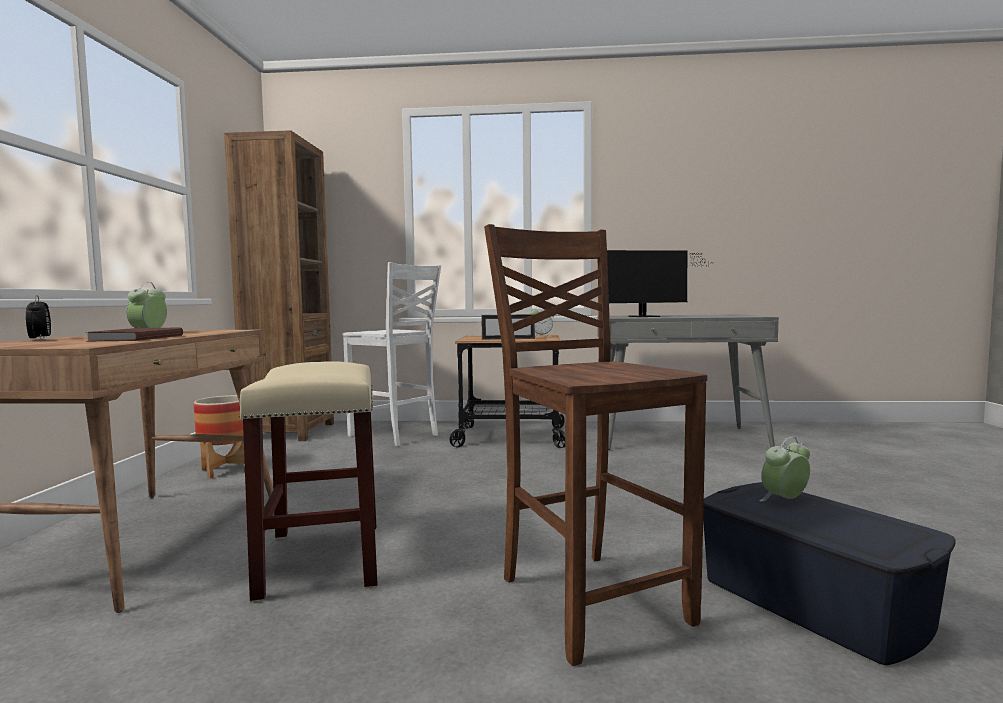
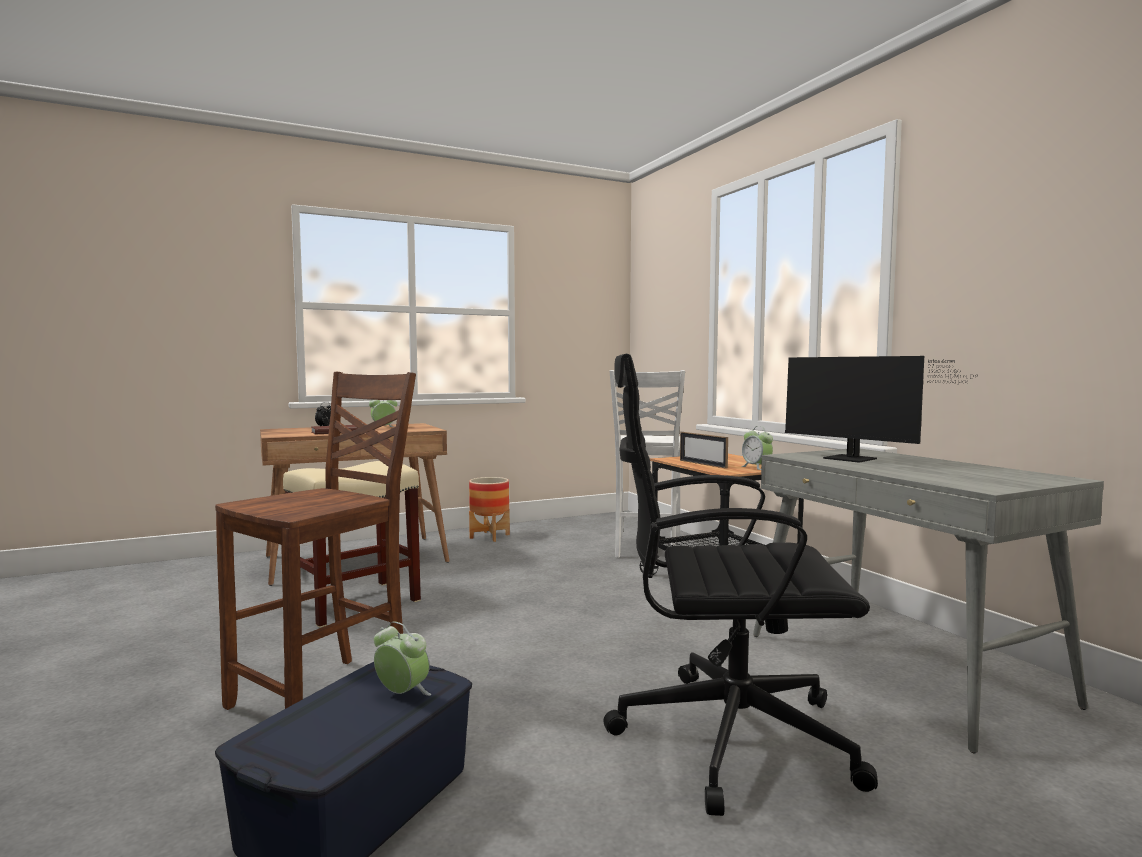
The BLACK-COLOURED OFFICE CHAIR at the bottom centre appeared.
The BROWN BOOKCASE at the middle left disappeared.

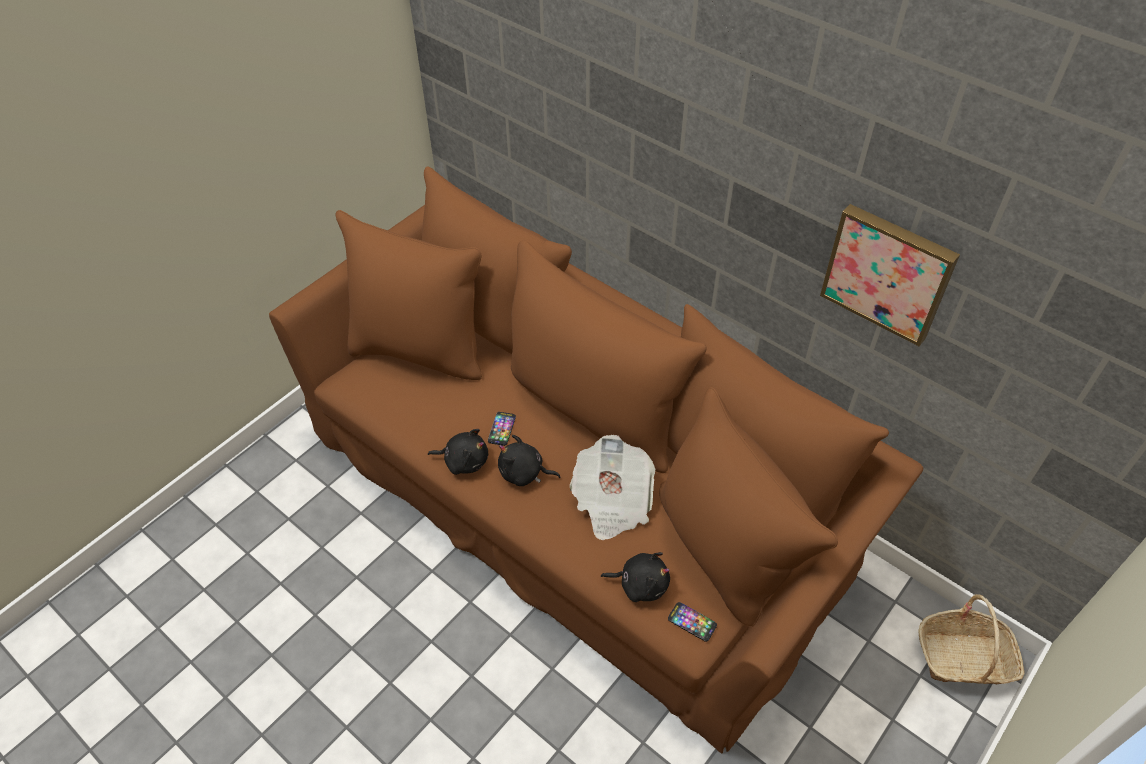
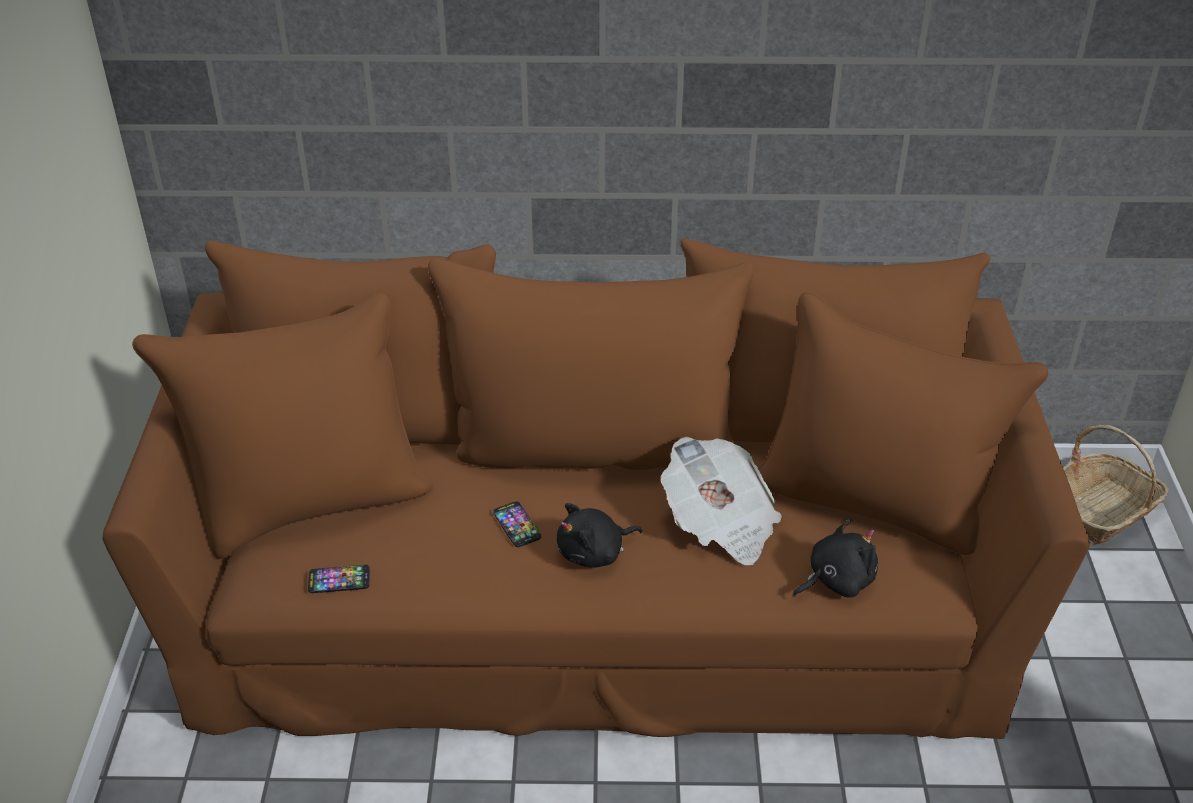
The PHONE (no. 2 from left in the first image) moved from the bottom centre to the bottom left.
The BLACK-COLOURED PLUSH TOY (no. 1 from left) at the centre disappeared.
The PICTURE at the middle right disappeared.

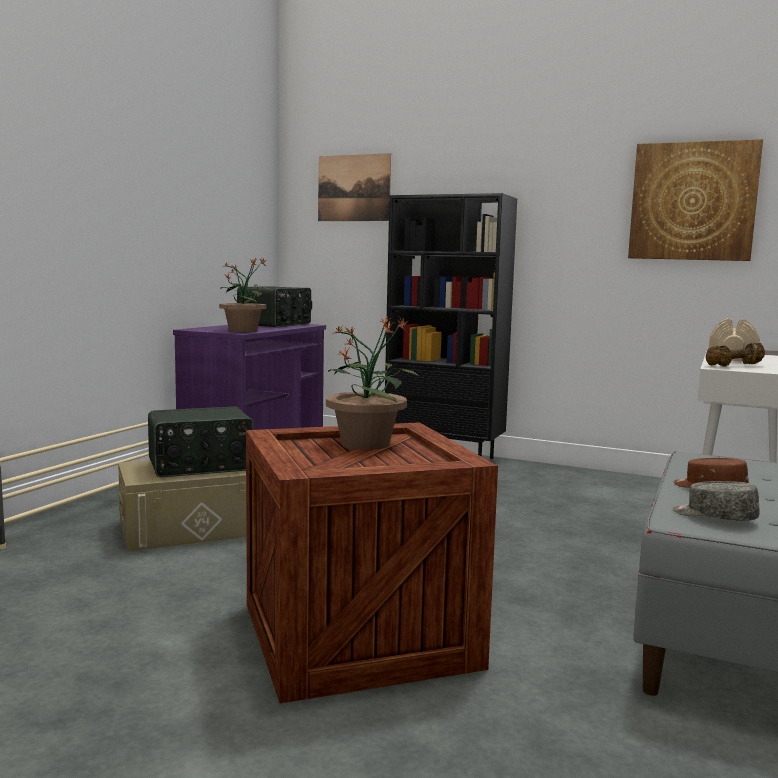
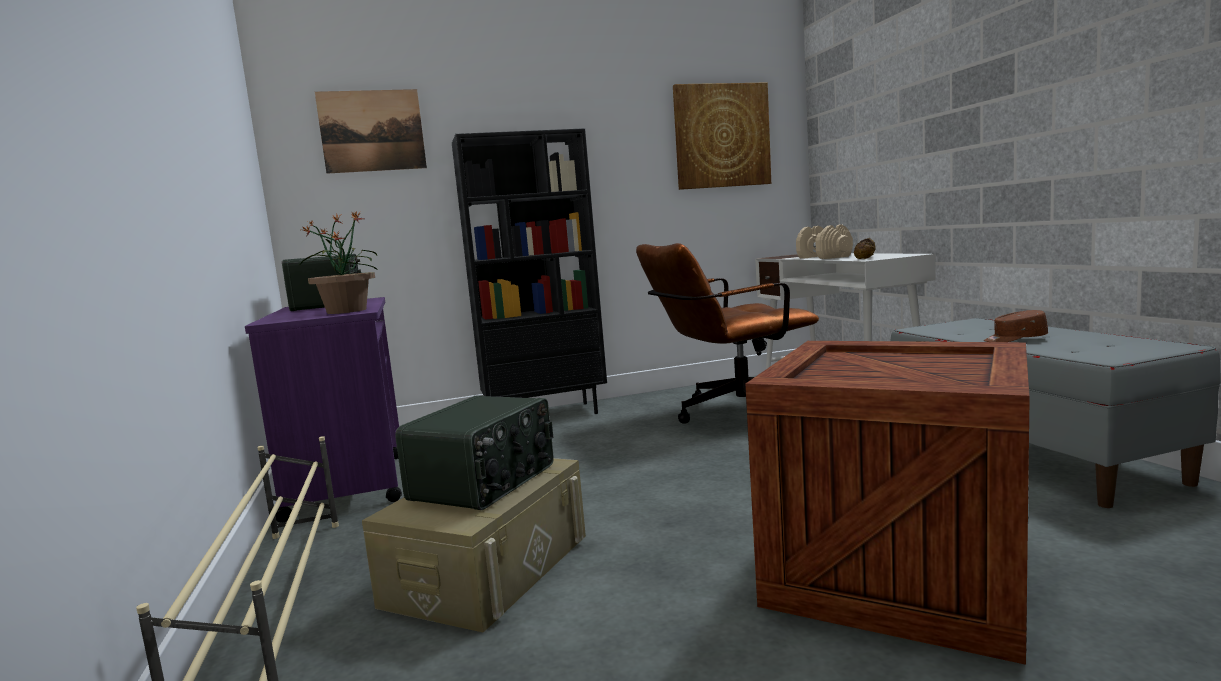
The BROWN OFFICE CHAIR at the centre appeared.
The POTTED PLANT (no. 2 from left) at the centre disappeared.
The GREY PEAKED CAP at the middle right disappeared.

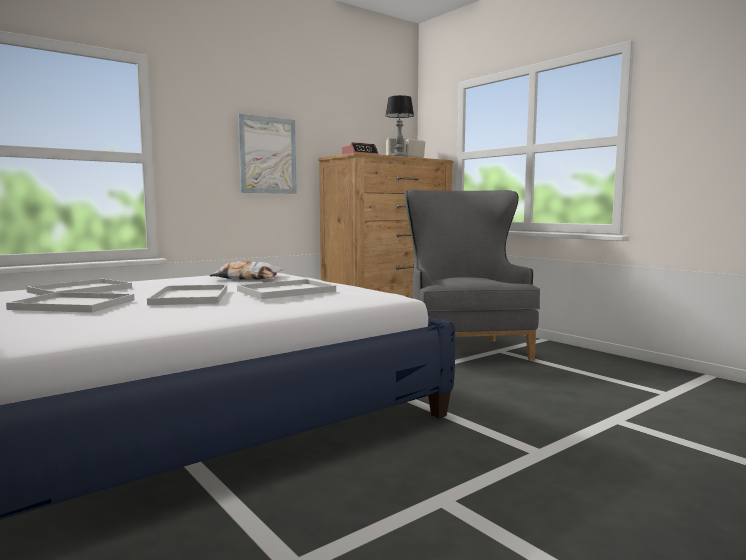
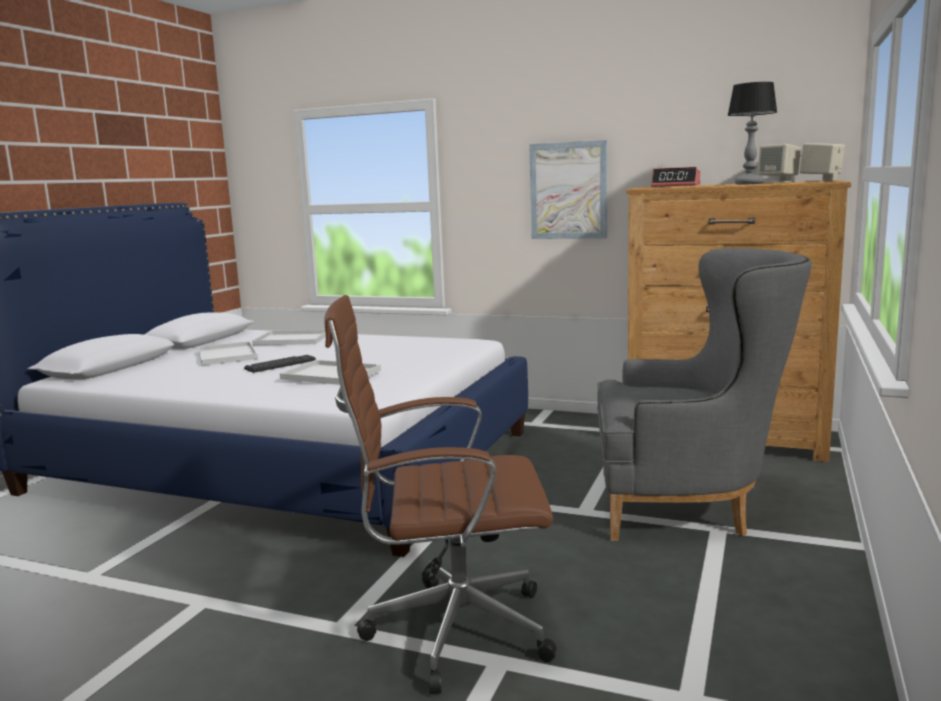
The WHITE CARRYING TRAY (no. 3 from left) at the middle left was replaced by the COMPUTER KEYBOARD at the middle left.
The BROWN OFFICE CHAIR at the bottom centre appeared.
The GREY EASY CHAIR at the centre turned 45 degrees clockwise.
The CUSHION at the middle left disappeared.

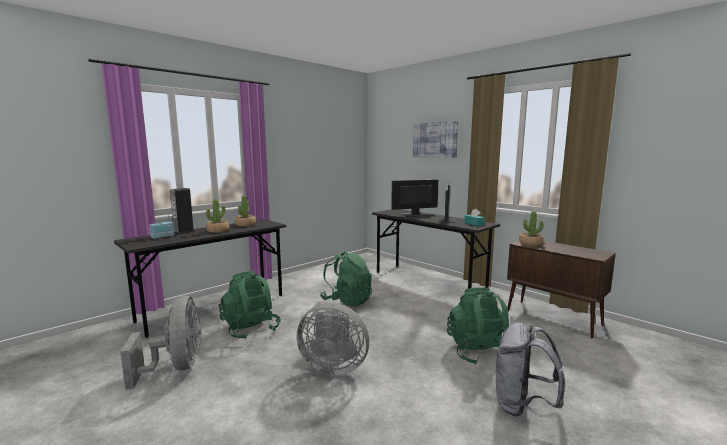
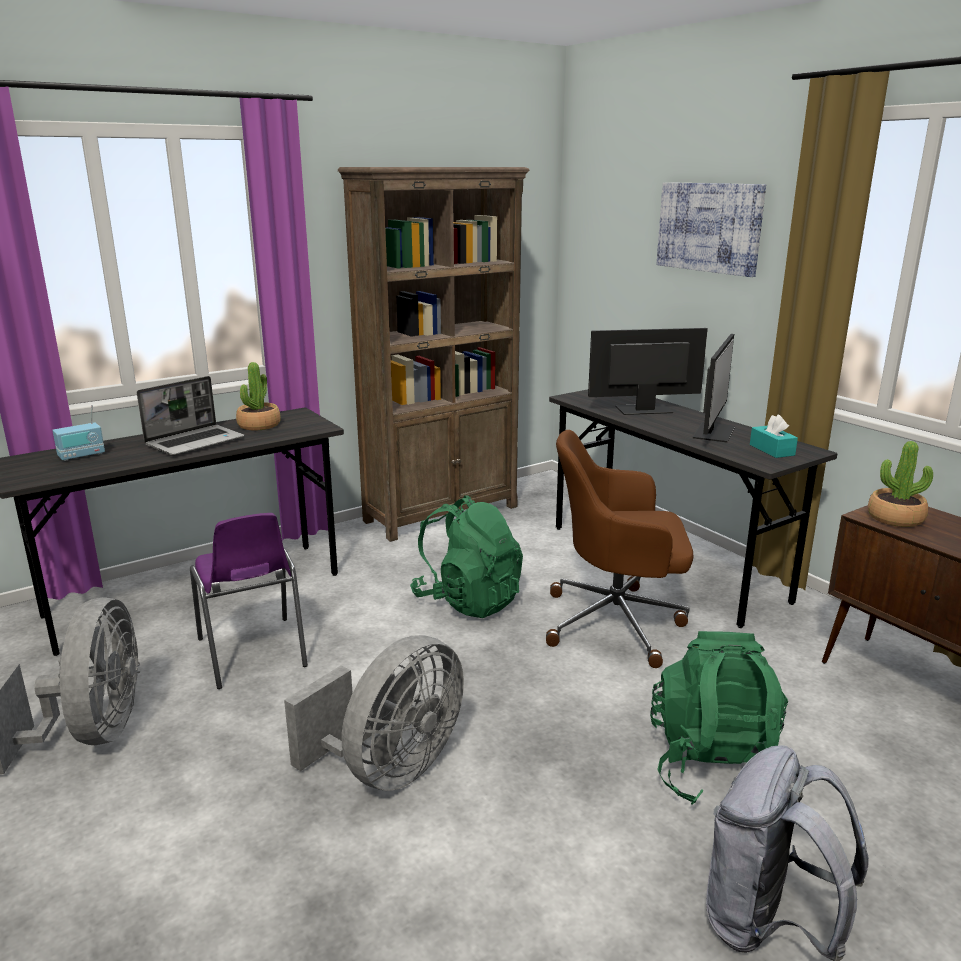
The POTTED PLANT (no. 1 from left) at the middle left was replaced by the LAPTOP at the middle left.
The GREEN-COLOURED BACKPACK (no. 1 from left) at the bottom centre was replaced by the PURPLISH CHAIR at the middle left.
The GREY COOLING FAN (no. 2 from left) at the bottom centre turned 75 degrees counterclockwise.
The BROWN BOOKCASE at the centre appeared.
The BROWN OFFICE CHAIR at the centre appeared.
The LOUDSPEAKER at the middle left disappeared.

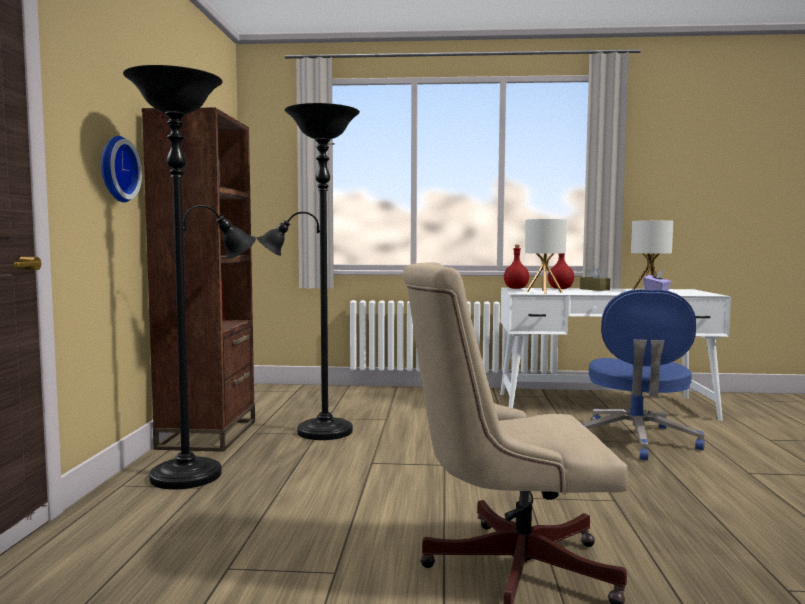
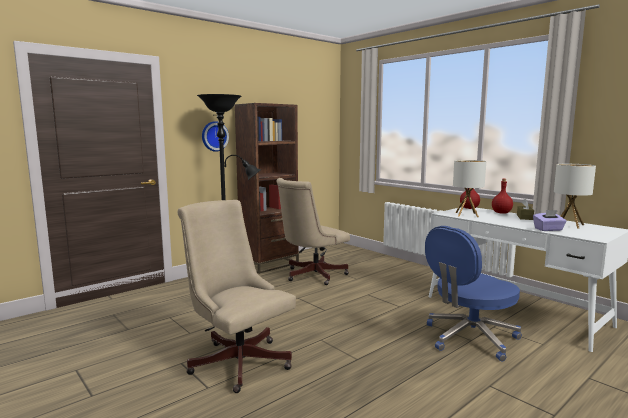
The BLACK-COLOURED FLOOR LAMP (no. 2 from left) at the centre was replaced by the BEIGE-COLOURED OFFICE CHAIR (no. 2 from left) at the centre.

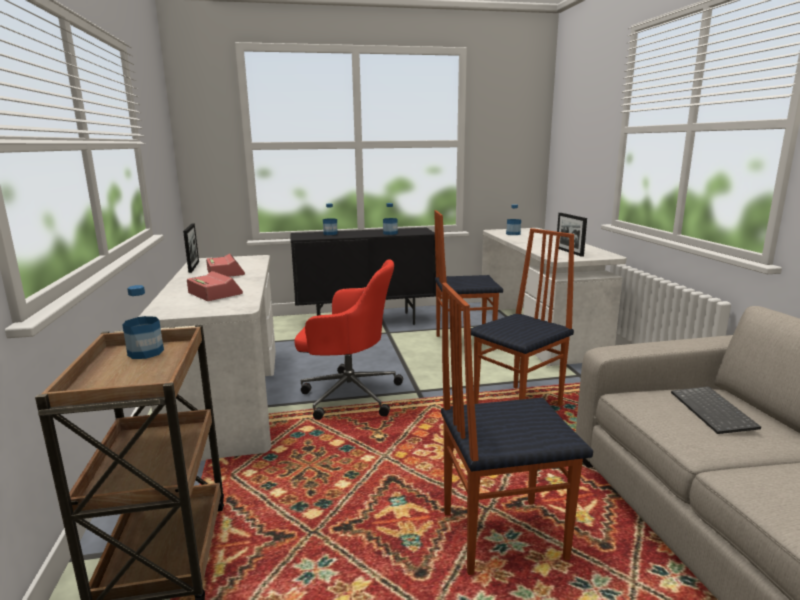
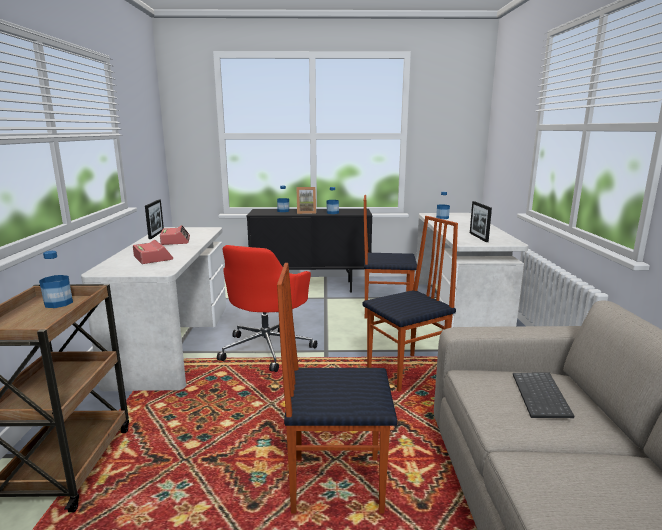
The RED OFFICE CHAIR at the centre turned 90 degrees clockwise.
The STANDING FRAME (no. 2 from left) at the centre appeared.

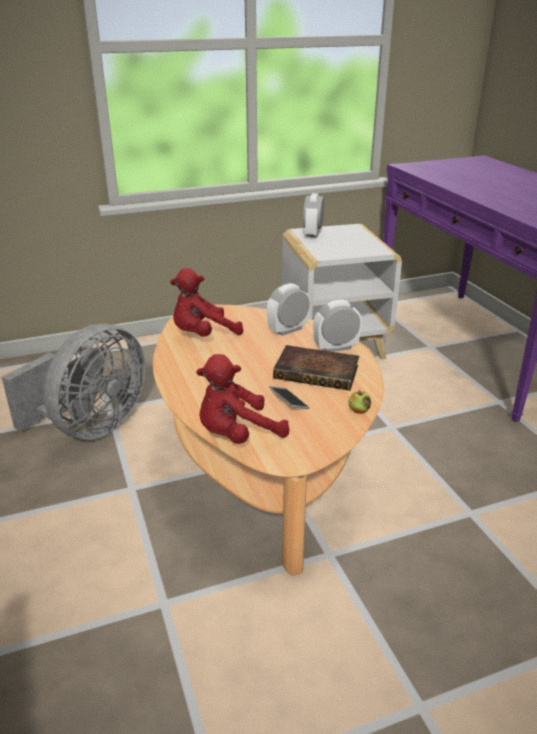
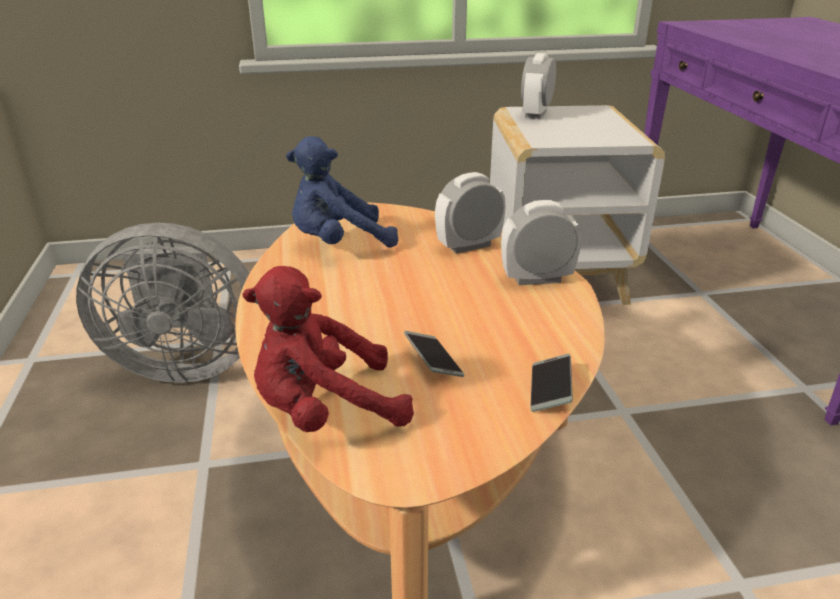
The GREY COOLING FAN at the middle left turned 45 degrees clockwise.
The RED PLUSH TOY (no. 1 from left) at the centre became the BLUISH PLUSH TOY at the top centre.
The APPLE at the middle right was replaced by the PHONE (no. 2 from left) at the centre.
The VOLUME at the centre disappeared.

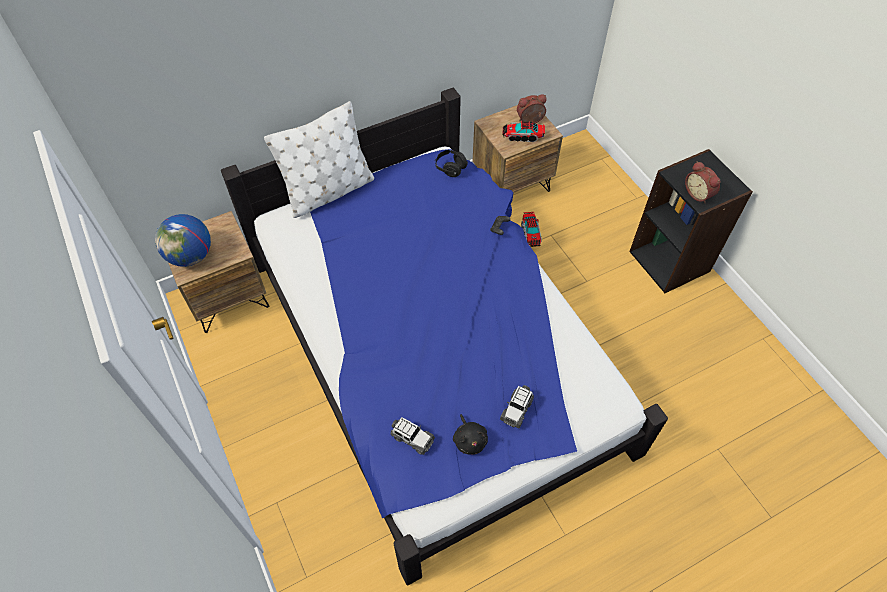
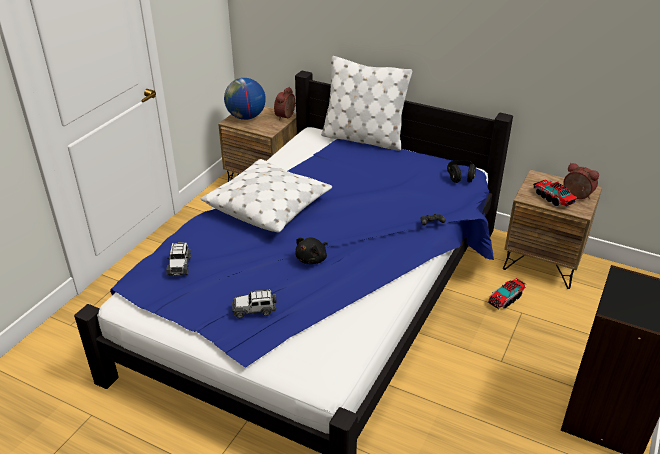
The WHITE CUSHION (no. 1 from left) at the centre appeared.
The TABLE CLOCK (no. 2 from left in the first image) moved from the top right to the top centre.
The BLACK-COLOURED PLUSH TOY moved from the bottom centre to the centre.

